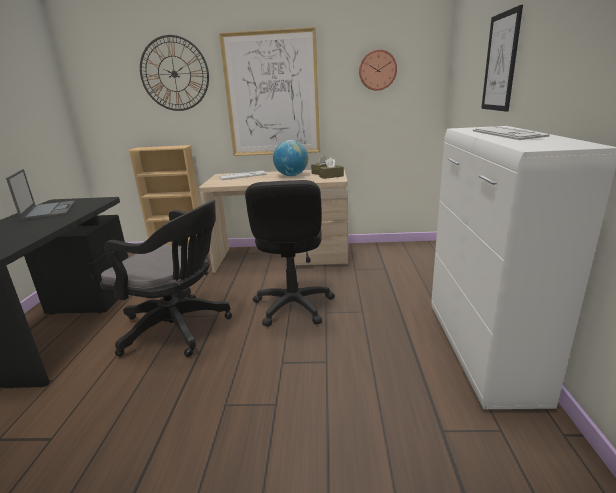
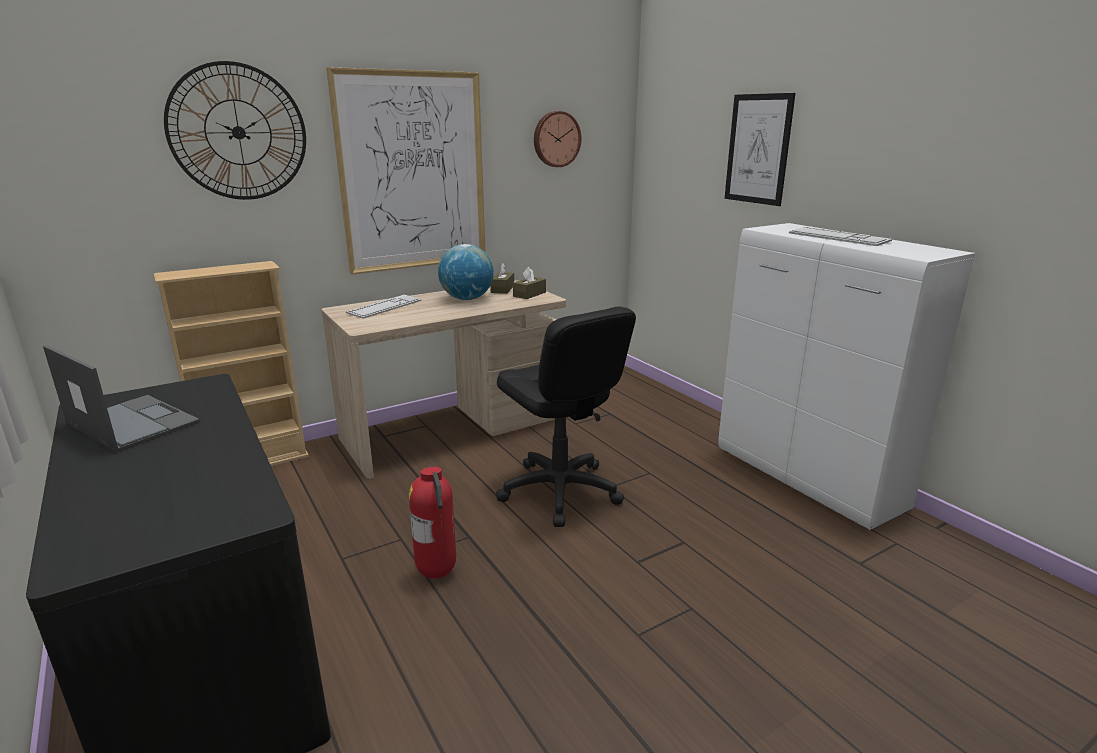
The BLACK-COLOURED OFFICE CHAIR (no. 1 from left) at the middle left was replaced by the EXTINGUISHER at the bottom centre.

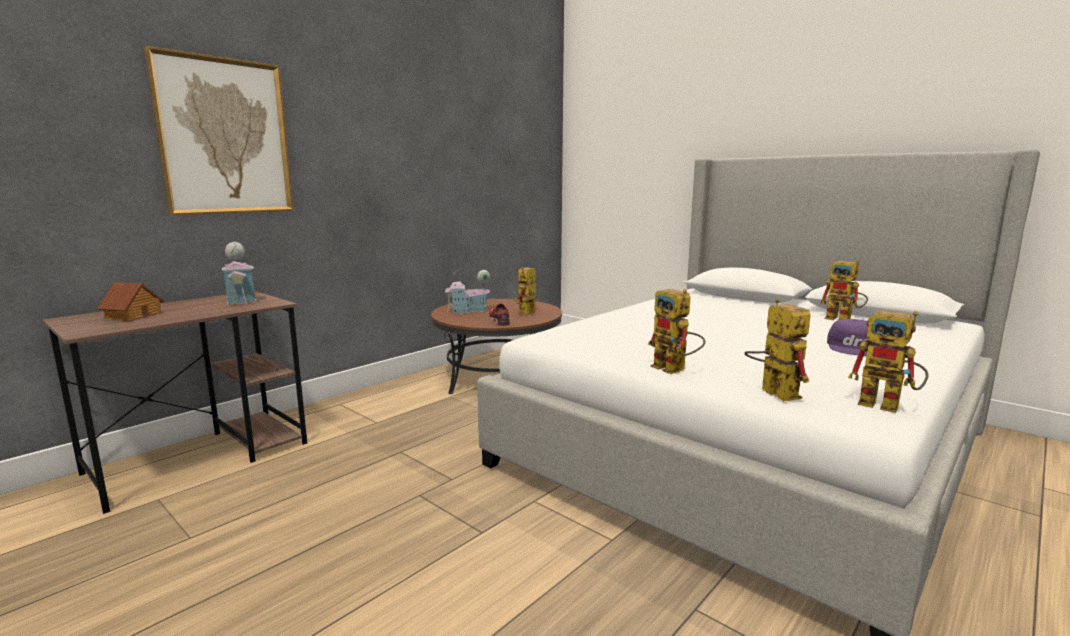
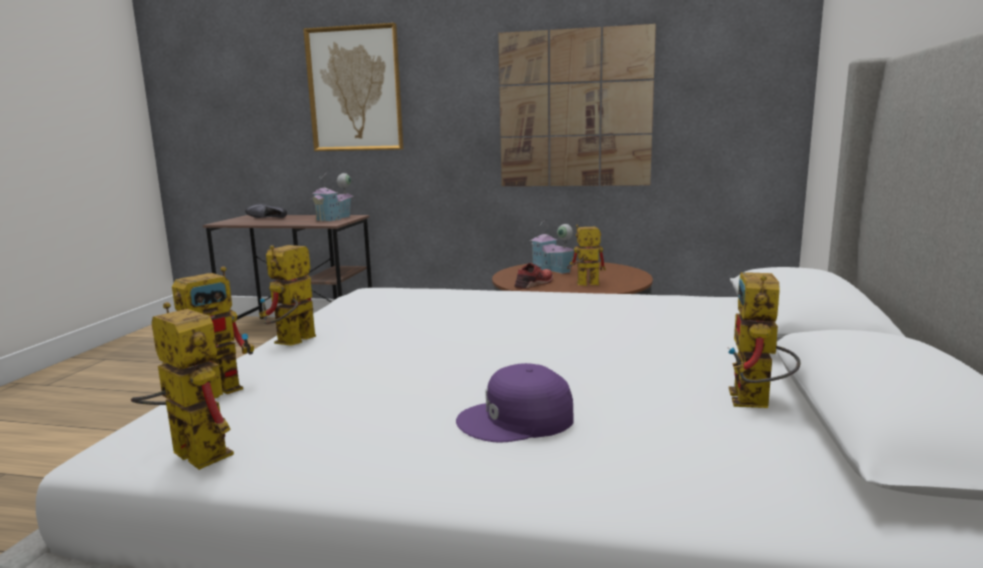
The TOY ROBOT (no. 5 from left in the first image) at the middle right turned 120 degrees clockwise.
The MINIATURE HOUSE (no. 1 from left) at the middle left was replaced by the BLACK-COLOURED SHOE at the middle left.
The PICTURE (no. 2 from left) at the top centre appeared.

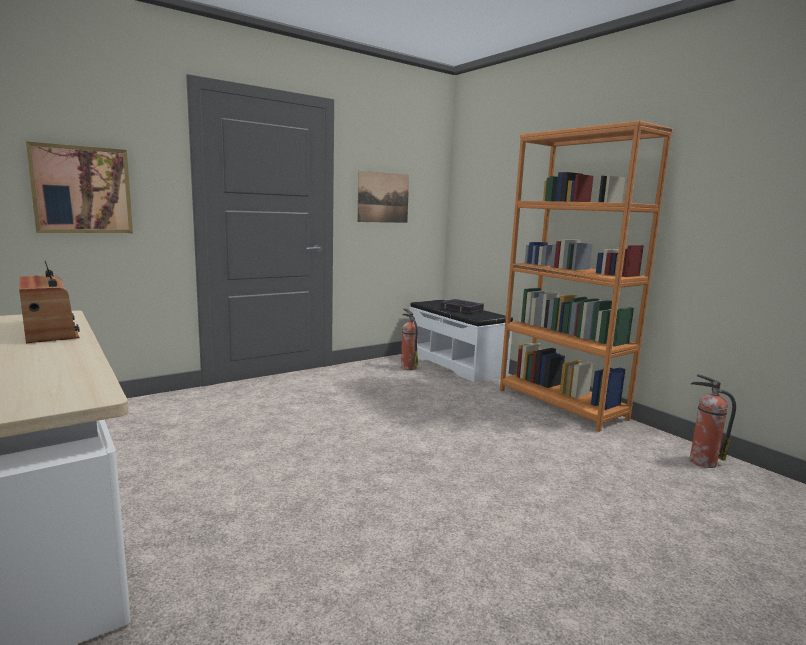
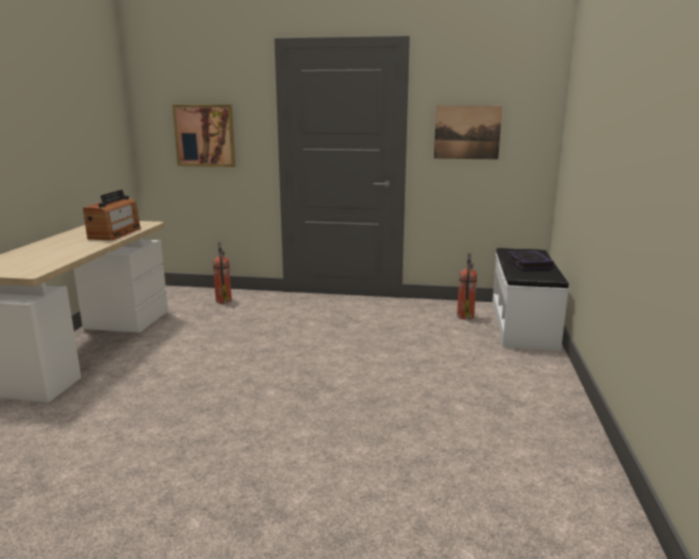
The EXTINGUISHER (no. 2 from left in the first image) moved from the middle right to the middle left.
The ORANGE BOOKCASE at the middle right disappeared.

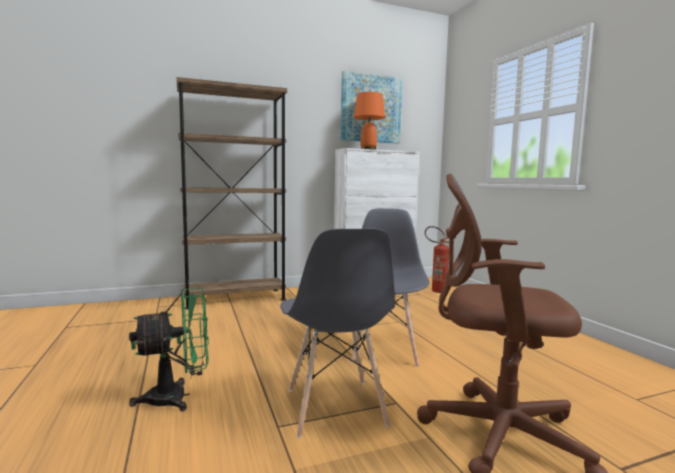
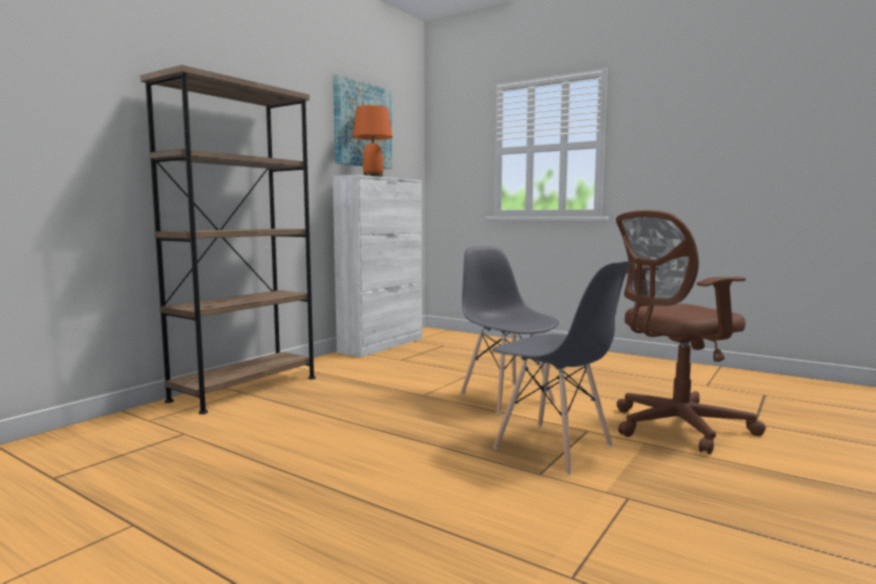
The GREEN-COLOURED COOLING FAN at the bottom left disappeared.
The EXTINGUISHER at the centre disappeared.

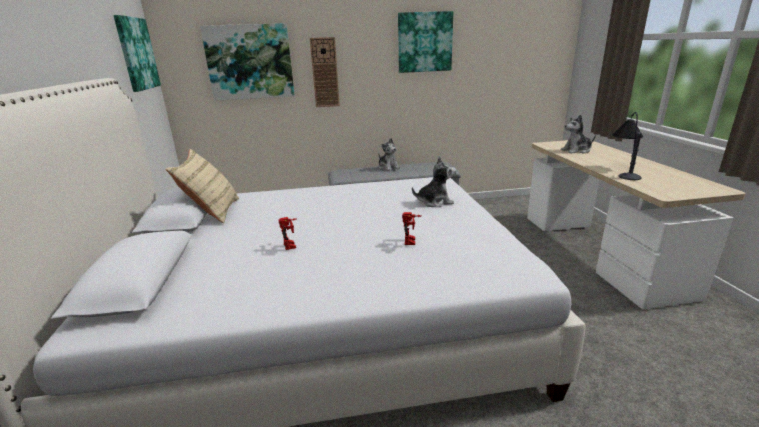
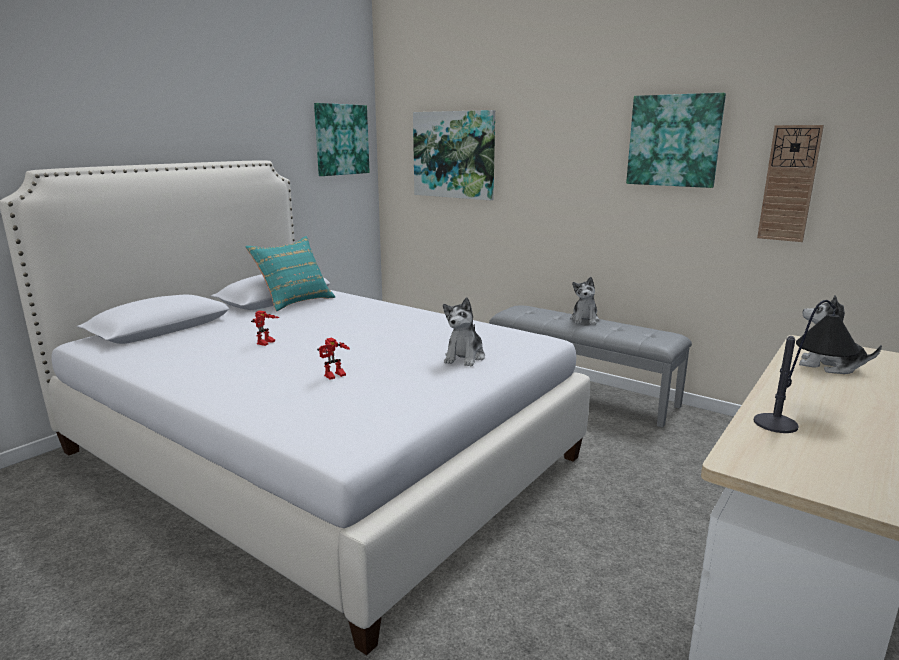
The BEIGE-COLOURED CUSHION at the middle left became the TURQUOISE-COLOURED CUSHION at the middle left.
The PLUSH TOY (no. 2 from left in the first image) at the centre turned 75 degrees clockwise.
The CLOCK ON THE WALL moved from the top centre to the top right.

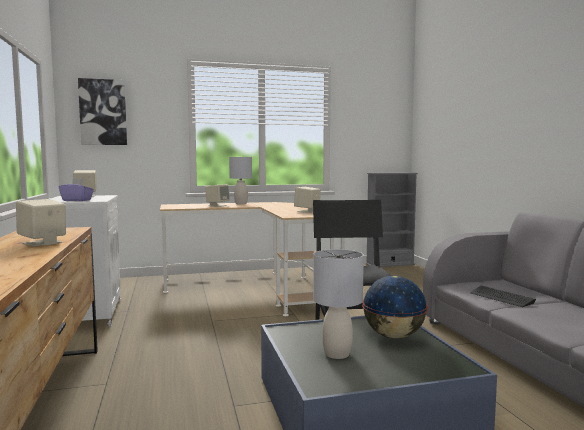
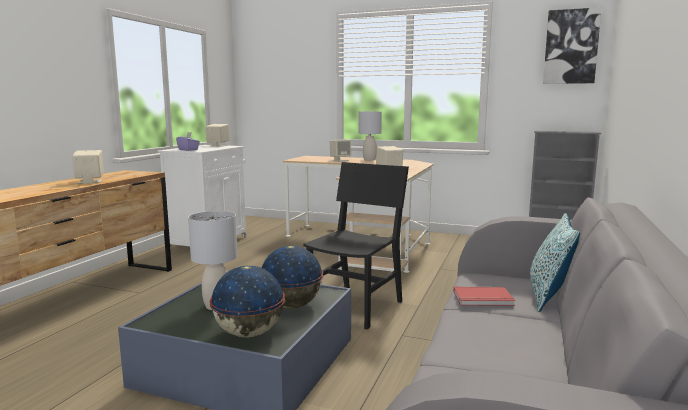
The GLOBE (no. 1 from left) at the bottom centre appeared.
The COMPUTER KEYBOARD at the bottom right was replaced by the RED VOLUME at the bottom right.
The CUSHION at the middle right appeared.
The PICTURE moved from the top left to the top right.

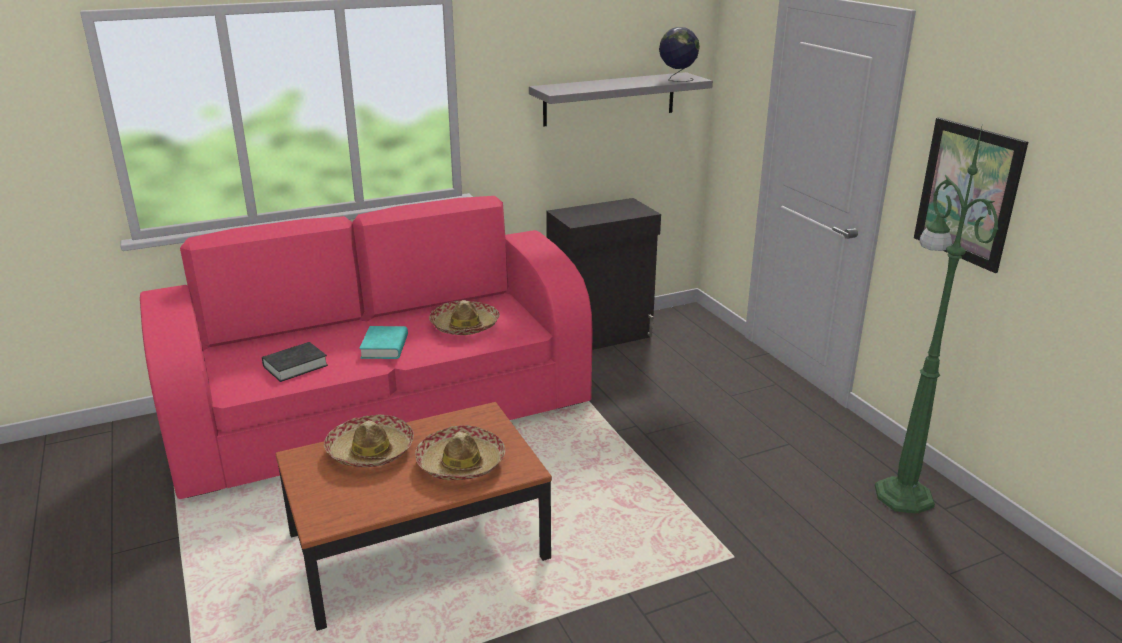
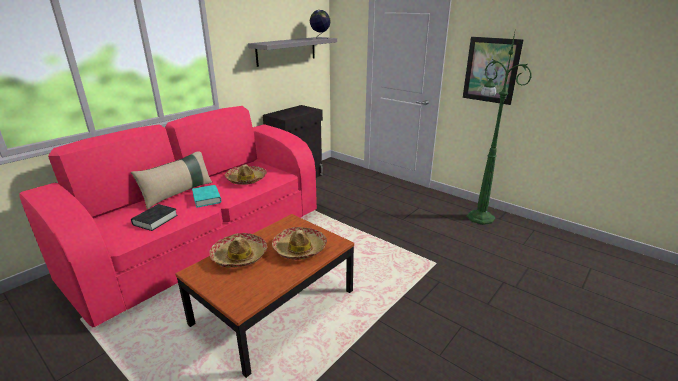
The BEIGE-COLOURED CUSHION at the middle left appeared.

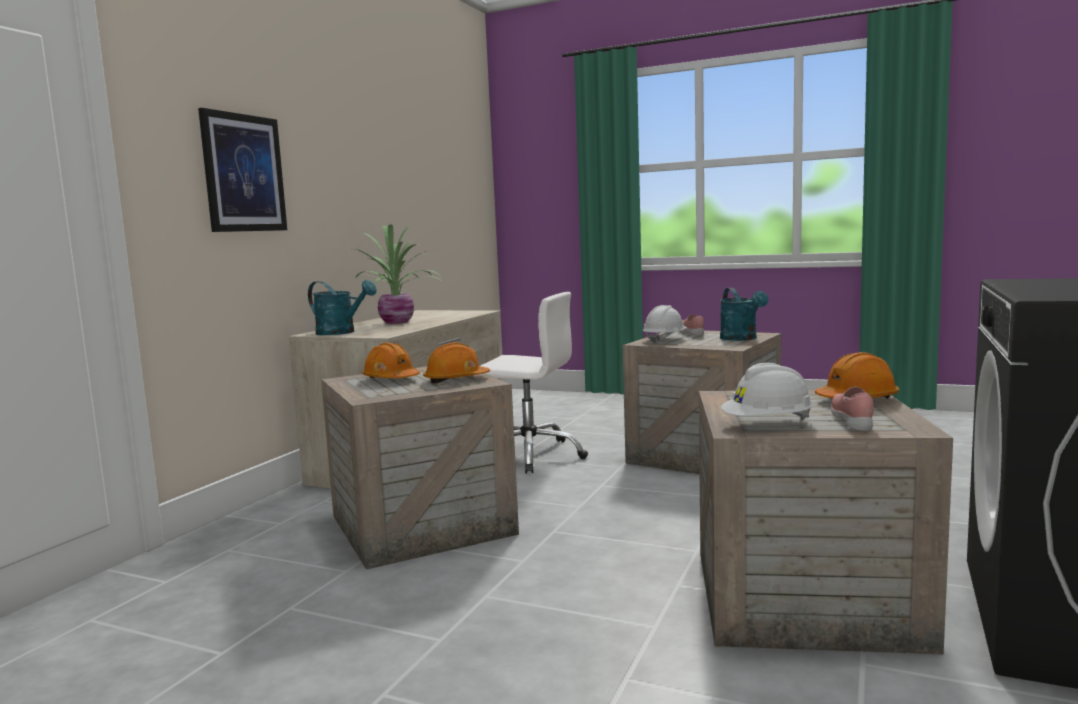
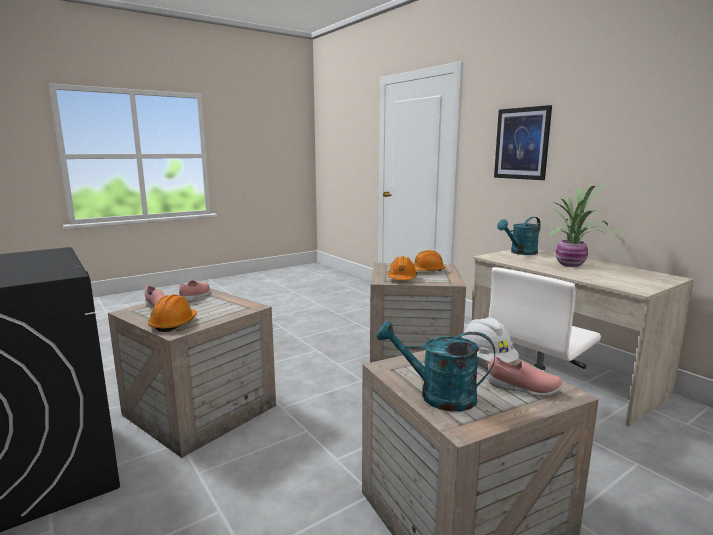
The WHITE SAFETY HELMET (no. 2 from left) at the middle right was replaced by the PINKISH SHOE (no. 2 from left) at the middle left.

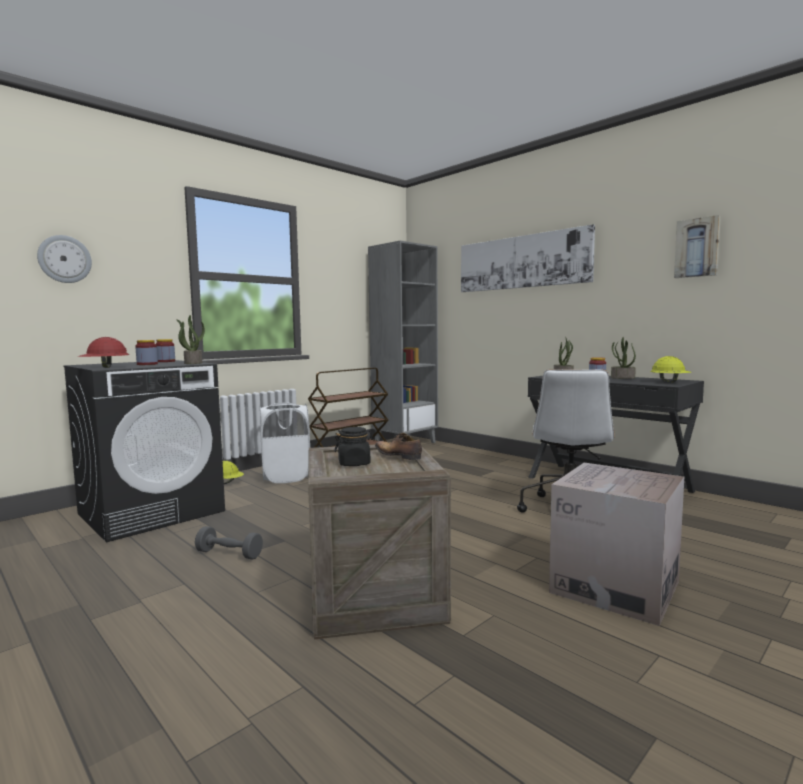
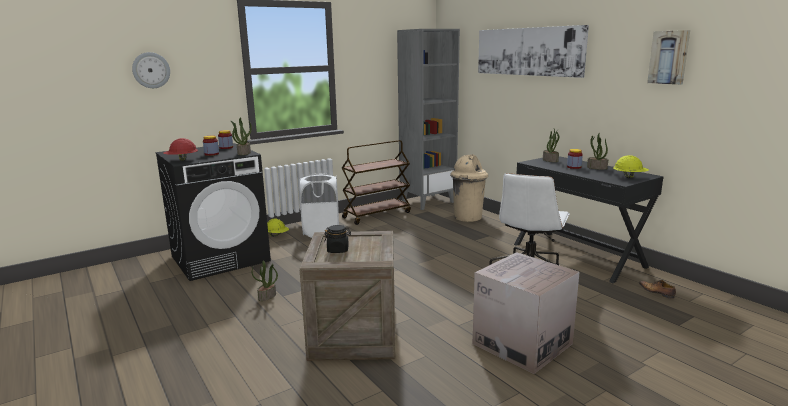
The GREY DUMBBELL at the bottom left was replaced by the POTTED PLANT (no. 2 from left) at the bottom centre.
The BEIGE-COLOURED WASTE BIN at the centre appeared.
The SHOE moved from the centre to the bottom right.

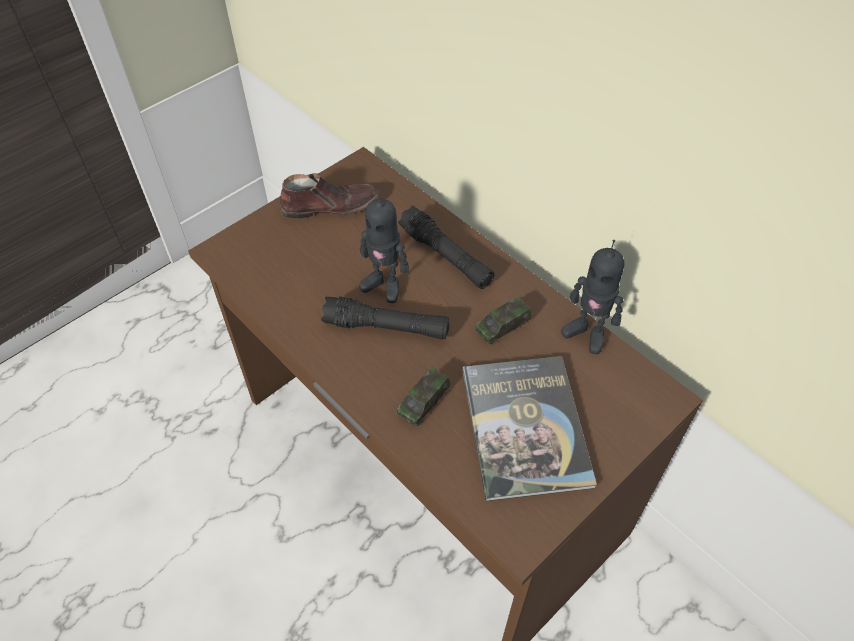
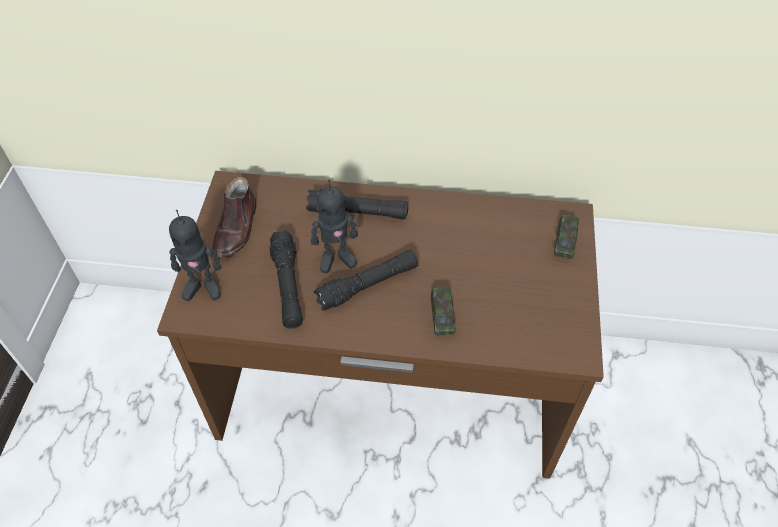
The TOY ROBOT (no. 2 from left in the first image) moved from the middle right to the middle left.
The BROWN SHOE at the top centre turned 150 degrees clockwise.
The BLACK-COLOURED HAND TORCH (no. 1 from left) at the centre appeared.
The TOY CAR (no. 2 from left) moved from the centre to the middle right.
The VOLUME at the bottom centre disappeared.

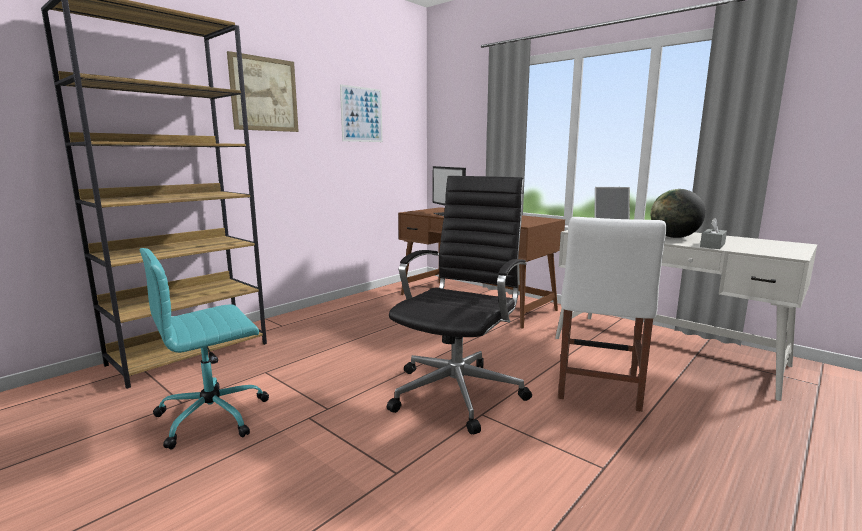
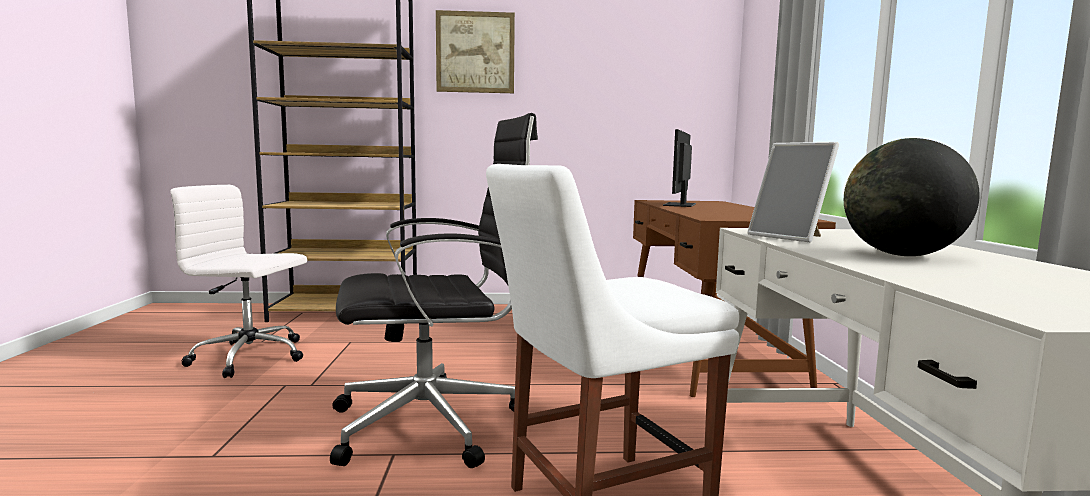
The TURQUOISE-COLOURED OFFICE CHAIR at the middle left became the WHITE OFFICE CHAIR at the middle left.
The PICTURE (no. 2 from left) at the top centre disappeared.
The GREY BOX OF TISSUES at the middle right disappeared.

